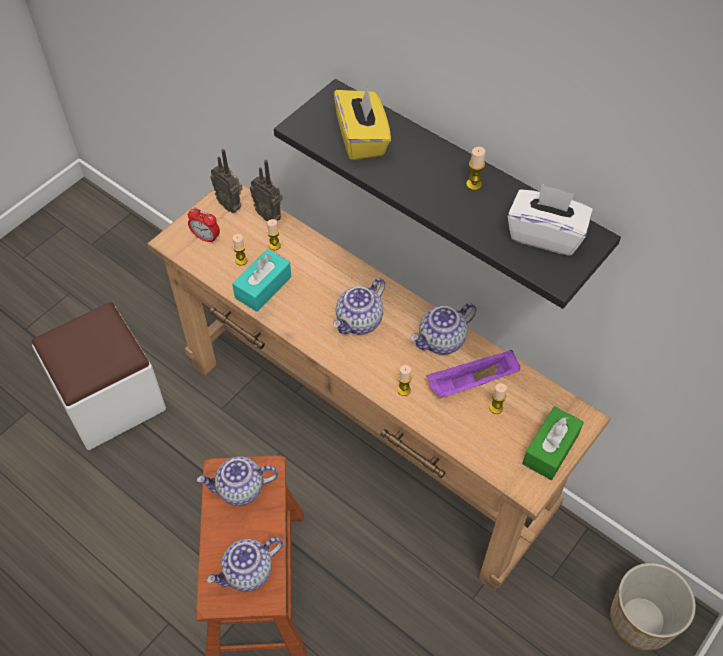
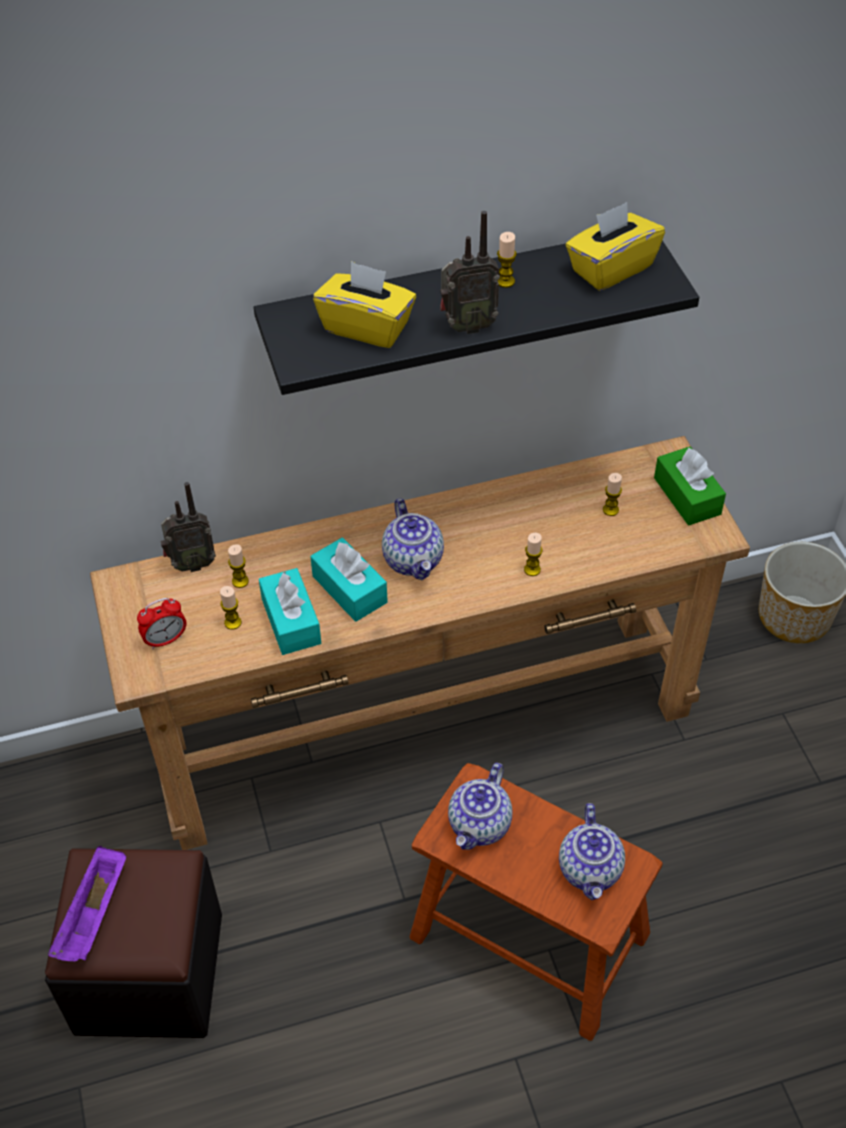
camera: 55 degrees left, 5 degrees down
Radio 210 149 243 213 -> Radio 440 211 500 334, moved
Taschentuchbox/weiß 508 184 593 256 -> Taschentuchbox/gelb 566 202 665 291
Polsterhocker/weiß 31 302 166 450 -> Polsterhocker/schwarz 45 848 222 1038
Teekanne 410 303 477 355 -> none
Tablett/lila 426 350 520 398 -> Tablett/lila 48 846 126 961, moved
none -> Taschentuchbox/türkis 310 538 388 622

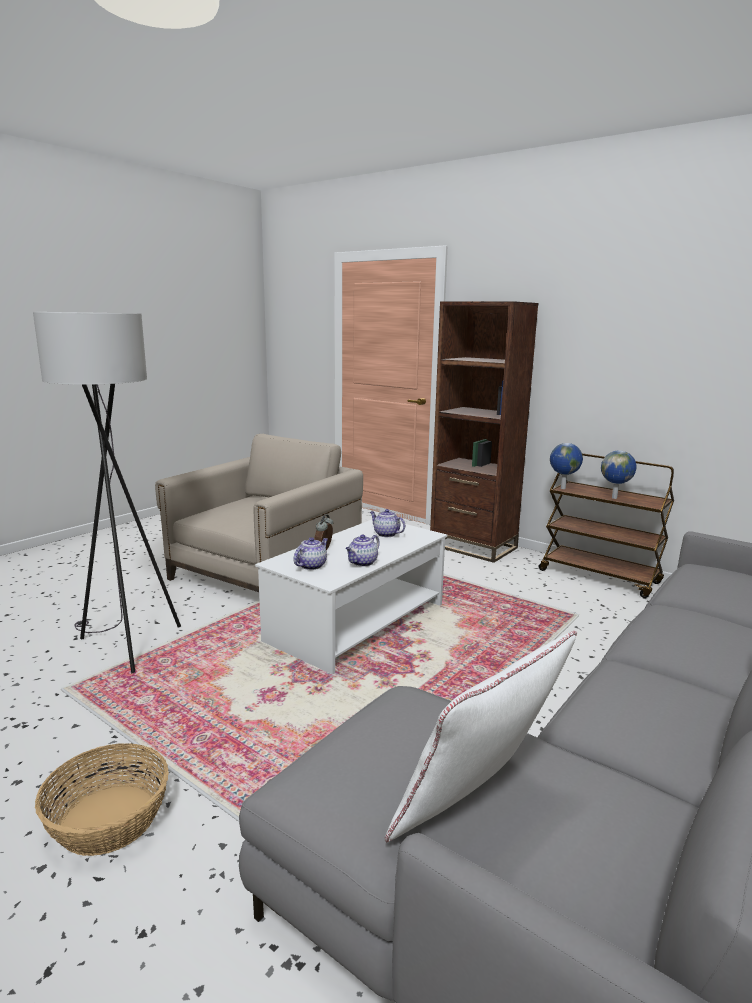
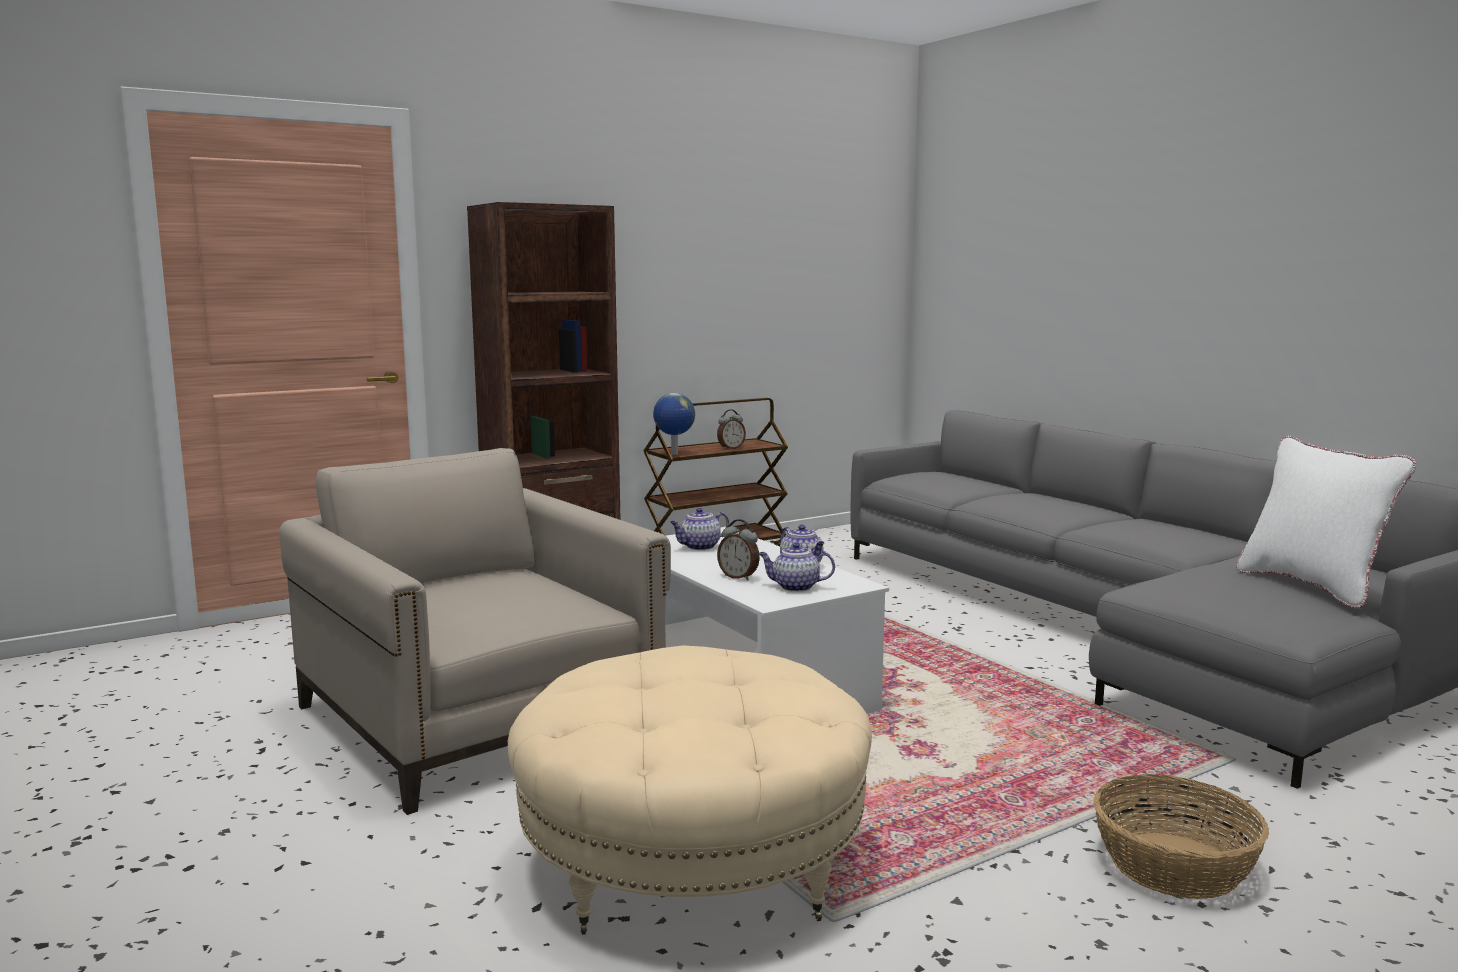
camera: 70 degrees left, 5 degrees down
Stehlampe/grau 33 312 181 673 -> Polsterhocker/beige 508 645 872 935
Globus 601 451 636 499 -> Wecker 717 410 746 450
Teekanne 293 537 328 570 -> Teekanne 758 543 835 592, 45 degrees counterclockwise

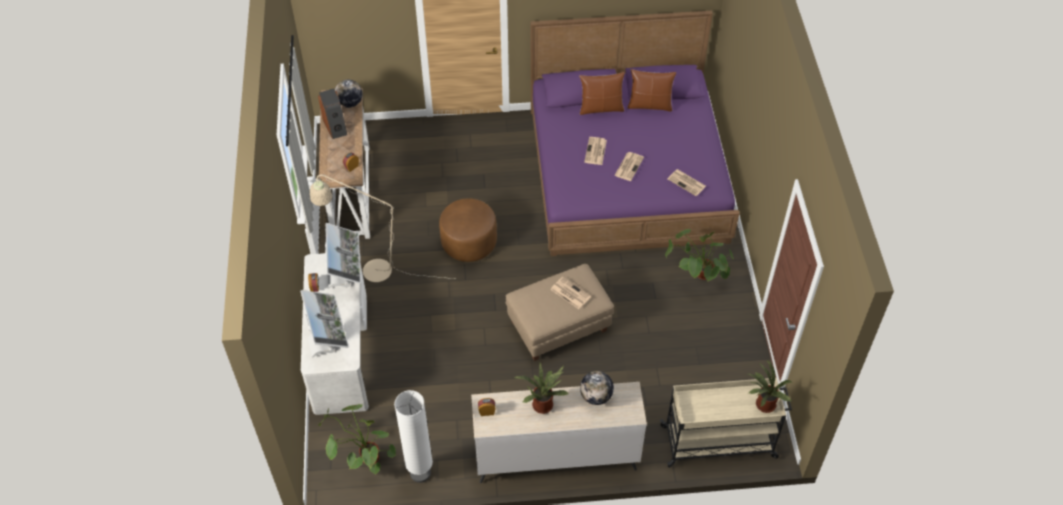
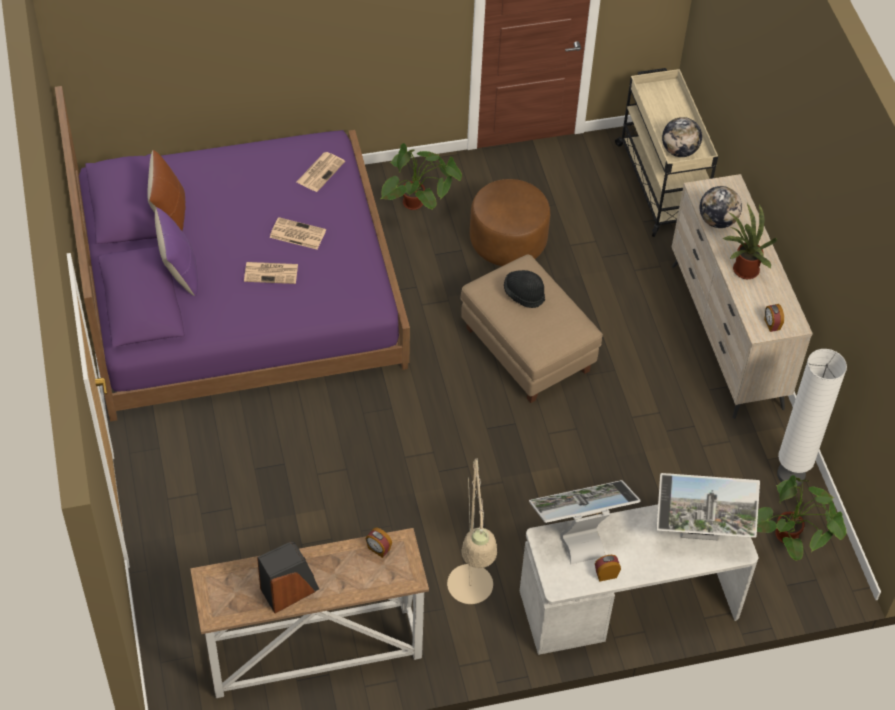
camera: 100 degrees left, 0 degrees up
Kissen/braun 579 72 625 115 -> Kissen/lila 155 207 198 296
Globus 335 80 362 108 -> Globus 662 117 702 157, moved
Polsterhocker/braun 439 198 497 262 -> Polsterhocker/braun 470 179 550 266, moved
Zeitung 550 277 591 309 -> Hut/schwarz 504 270 545 308
Monitor 300 290 349 358 -> Monitor 657 473 760 540, 150 degrees counterclockwise
Topfpflanze 748 360 792 413 -> none

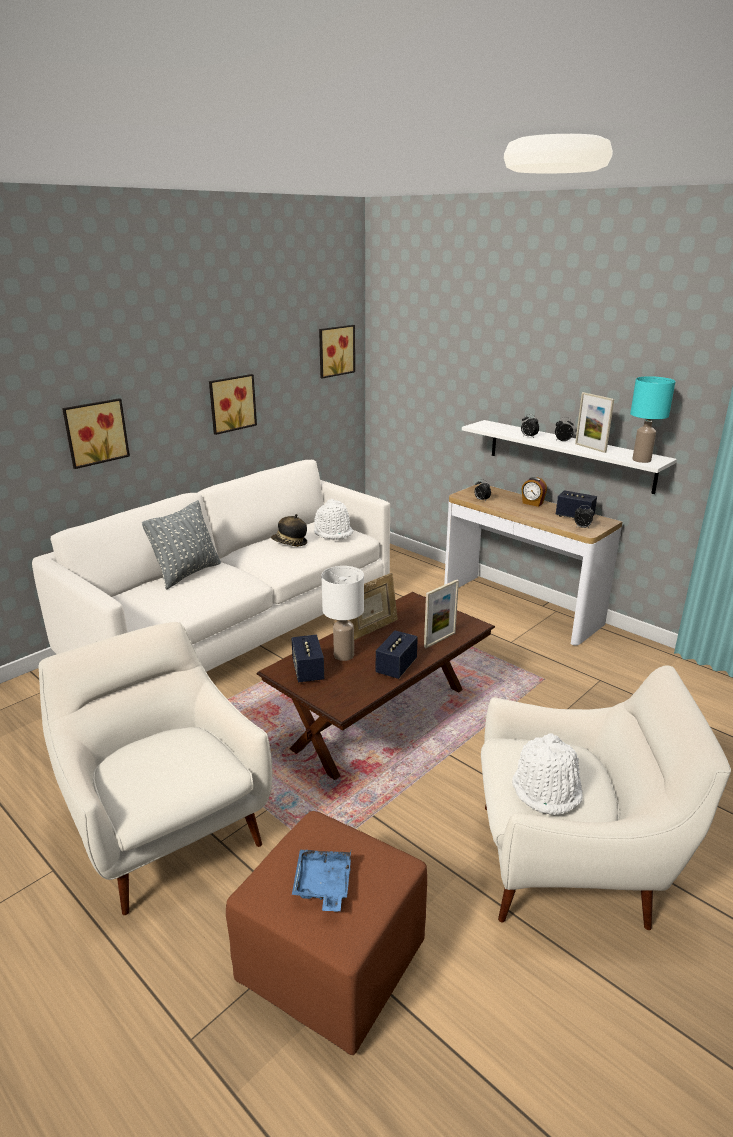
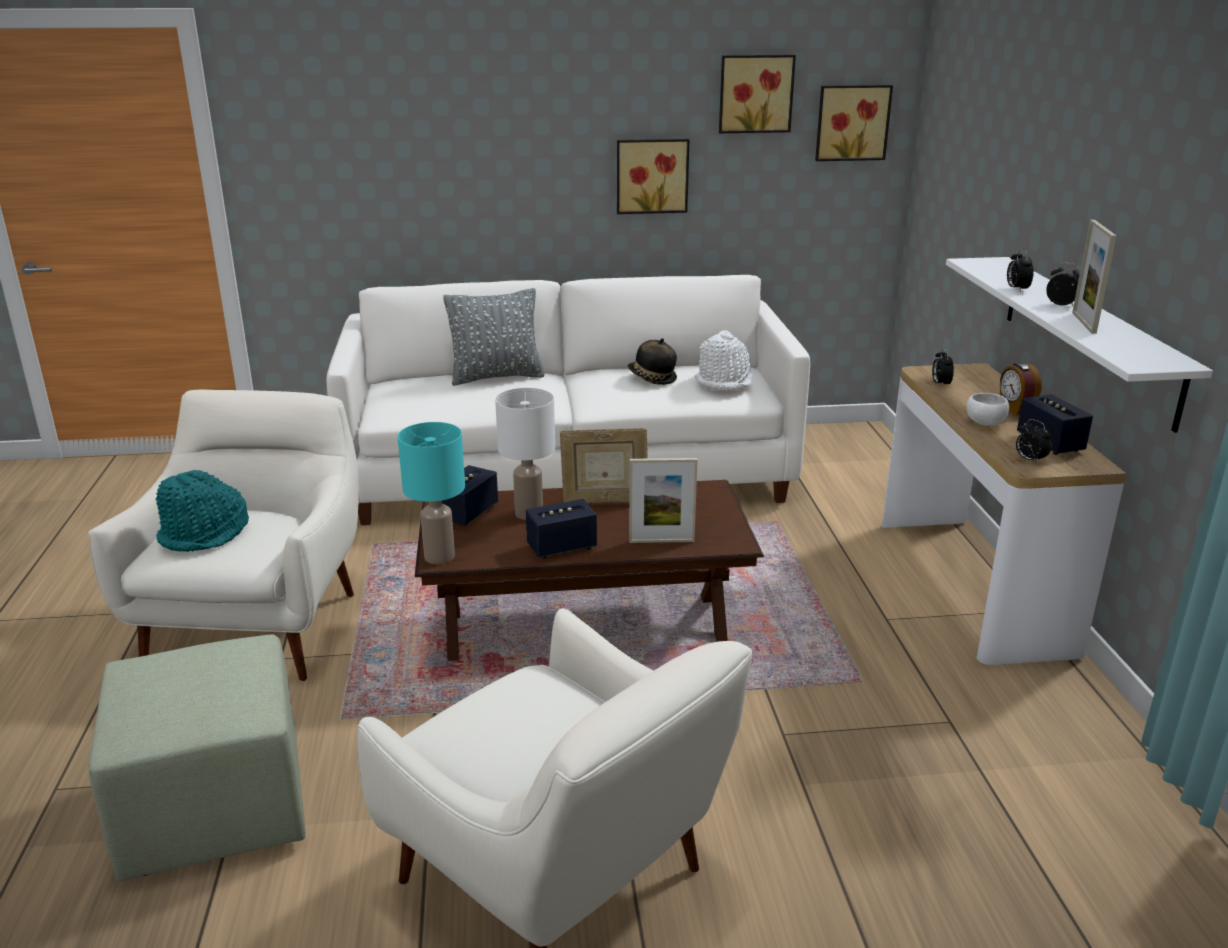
camera: 40 degrees right, 0 degrees up
Tischlampe/türkis 630 376 676 463 -> Tischlampe/türkis 398 422 465 564, moved
Bild 62 398 130 469 -> Bild 719 55 796 133, moved
Hut/weiß 512 733 583 815 -> none
Polsterhocker/braun 226 811 427 1055 -> Polsterhocker/grün 88 634 306 882
Tablett/blau 292 850 351 911 -> none
none -> Schüssel/weiß 966 393 1009 426
none -> Hut/türkis 155 470 249 552

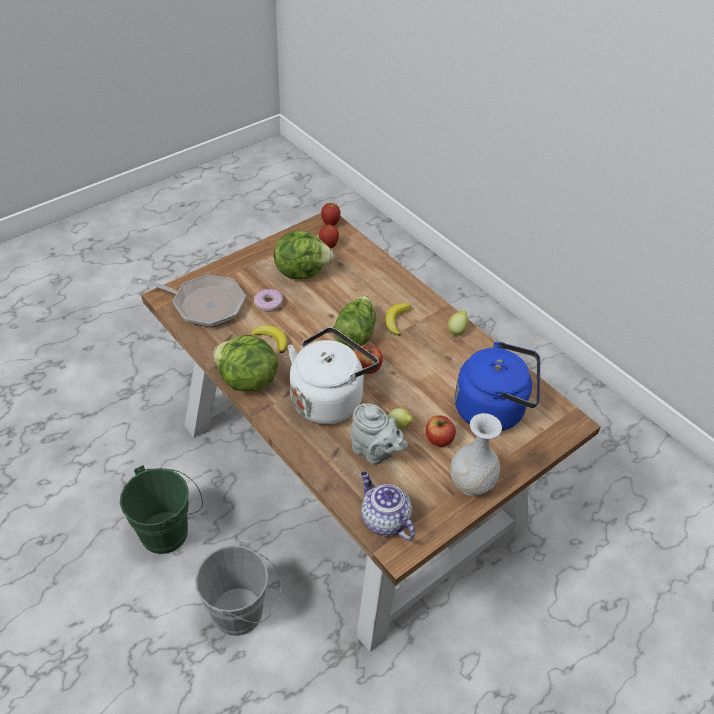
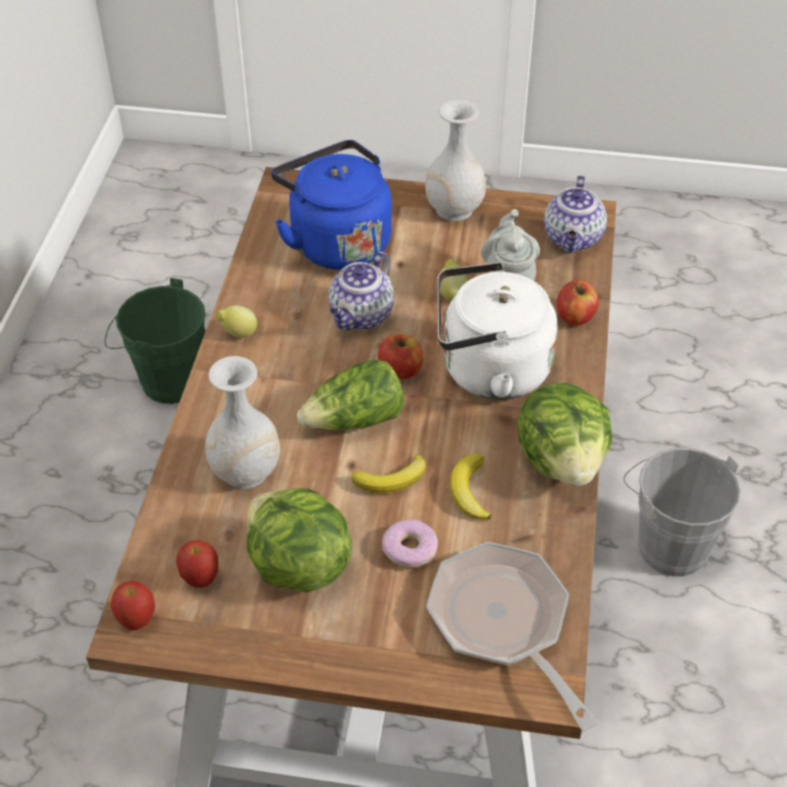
camera: 130 degrees left, 0 degrees up
Banane 385 303 411 336 -> Banane 351 454 426 493, moved
Apfel 426 415 456 447 -> Apfel 557 280 599 326, moved
Eimer/grün 120 465 203 554 -> Eimer/grün 105 278 205 404, moved
none -> Teekanne 328 251 394 330
none -> Vase/weiß 205 356 280 489

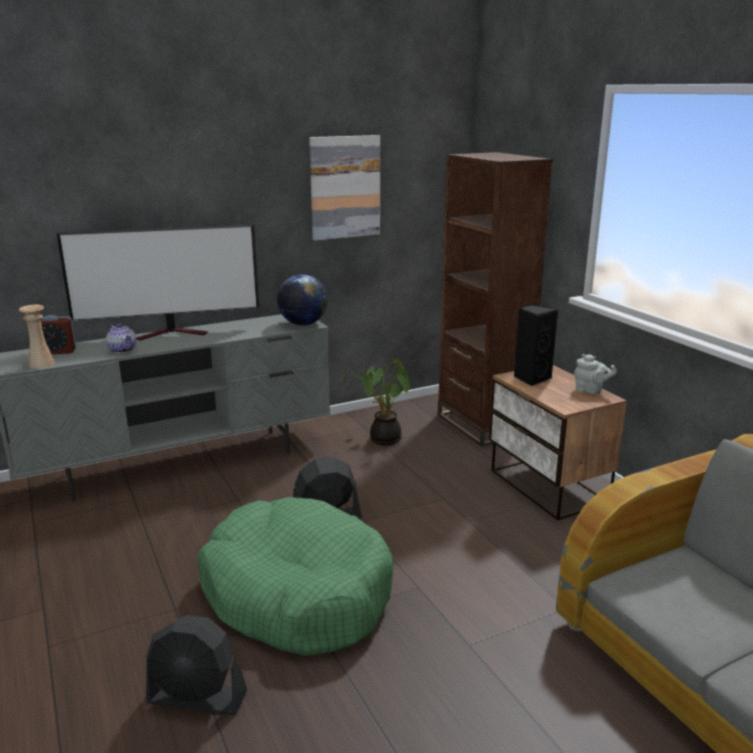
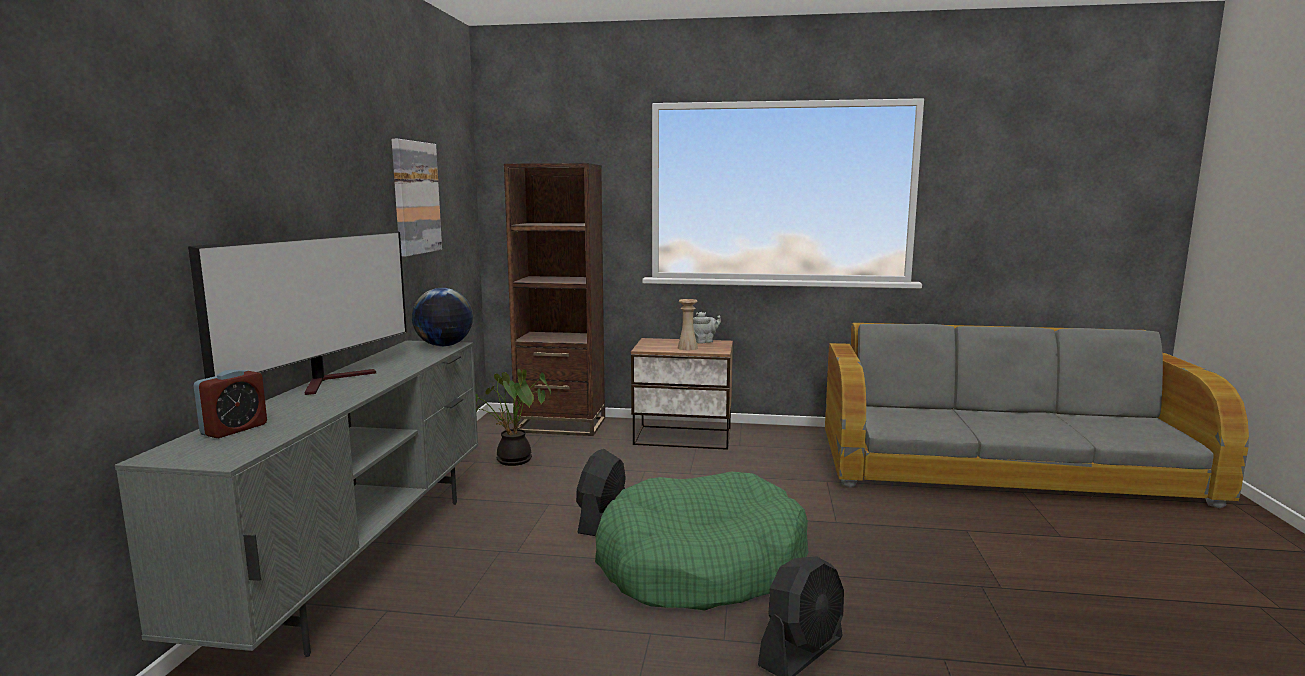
camera: 55 degrees left, 10 degrees down
Lautsprecher/schwarz 514 304 558 386 -> none
Vase/beige 19 305 55 369 -> Vase/beige 677 299 698 350, moved
Teekanne 106 323 137 353 -> none

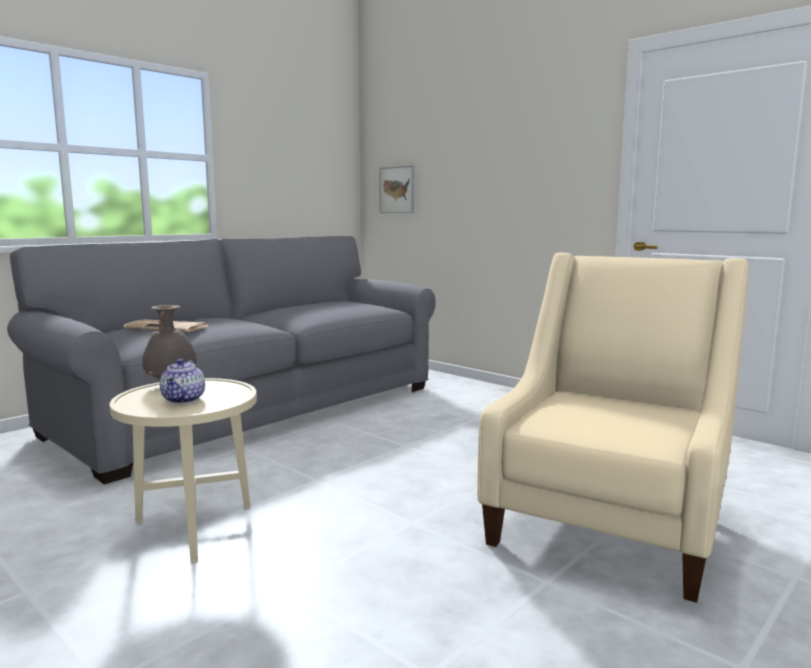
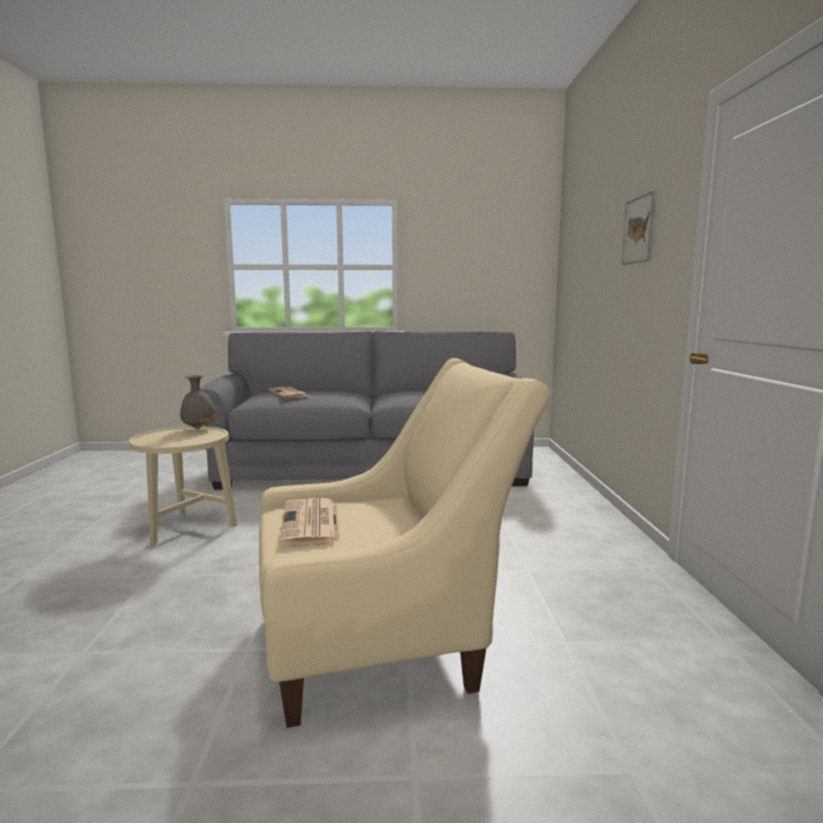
camera: 45 degrees right, 0 degrees up
Bild 379 165 414 213 -> Bild 621 191 656 265, moved
Teekanne 160 359 205 404 -> none
none -> Zeitung 279 498 340 546

